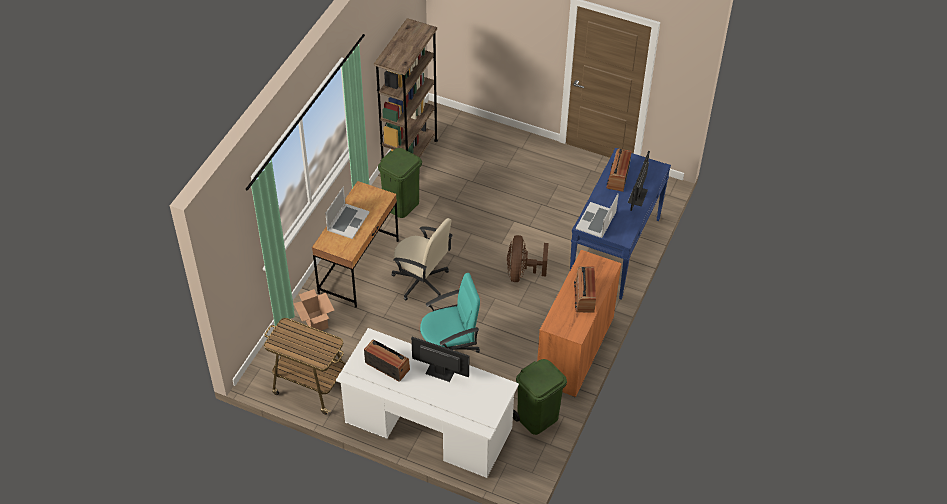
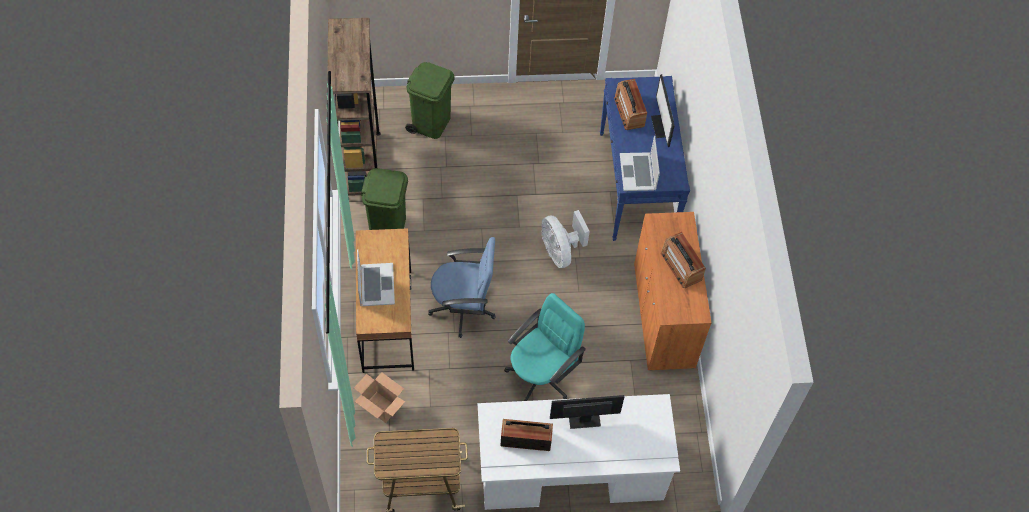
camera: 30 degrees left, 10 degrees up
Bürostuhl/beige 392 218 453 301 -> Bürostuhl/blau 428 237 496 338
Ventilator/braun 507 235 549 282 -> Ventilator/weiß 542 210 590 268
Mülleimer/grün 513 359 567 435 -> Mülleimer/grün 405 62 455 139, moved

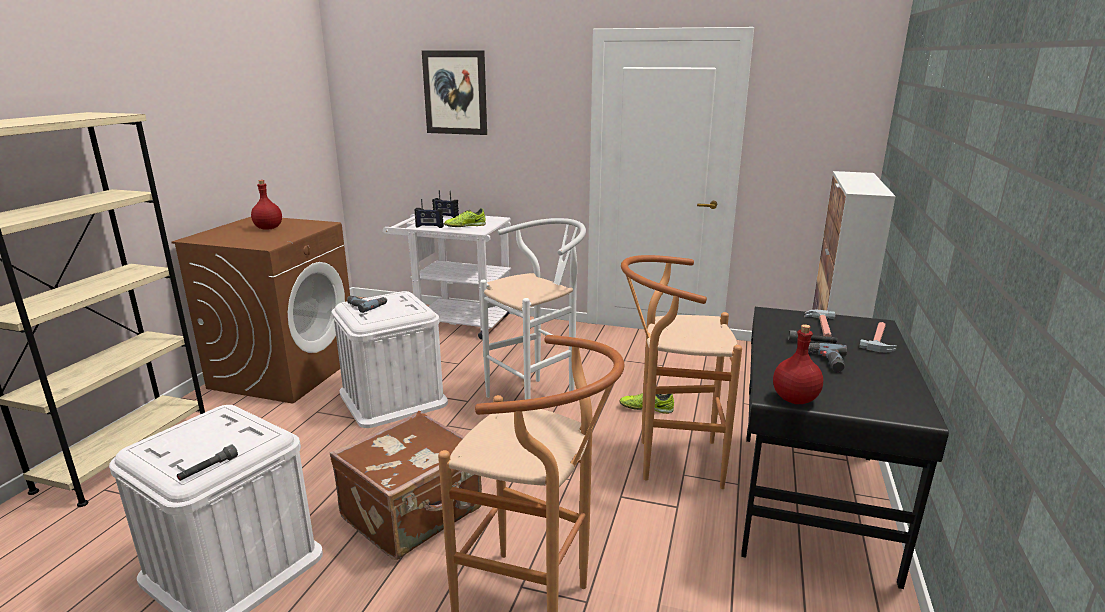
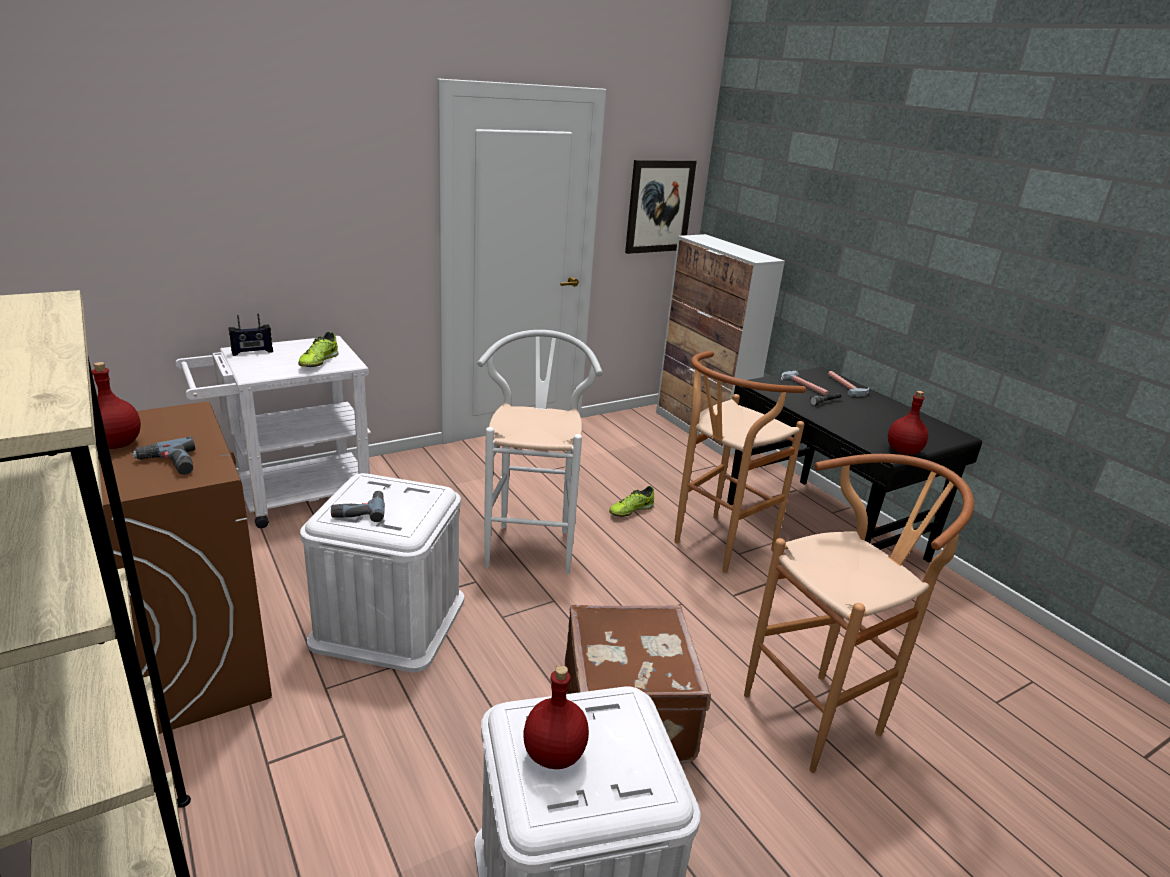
camera: 50 degrees left, 5 degrees up
Bild 422 50 487 135 -> Bild 625 160 697 254, moved
Radio 414 199 444 228 -> none
Bohrmaschine 808 343 847 372 -> Bohrmaschine 132 437 195 475, moved
Taschenlampe/grau 177 445 238 481 -> none
none -> Flasche/rot 523 665 589 769

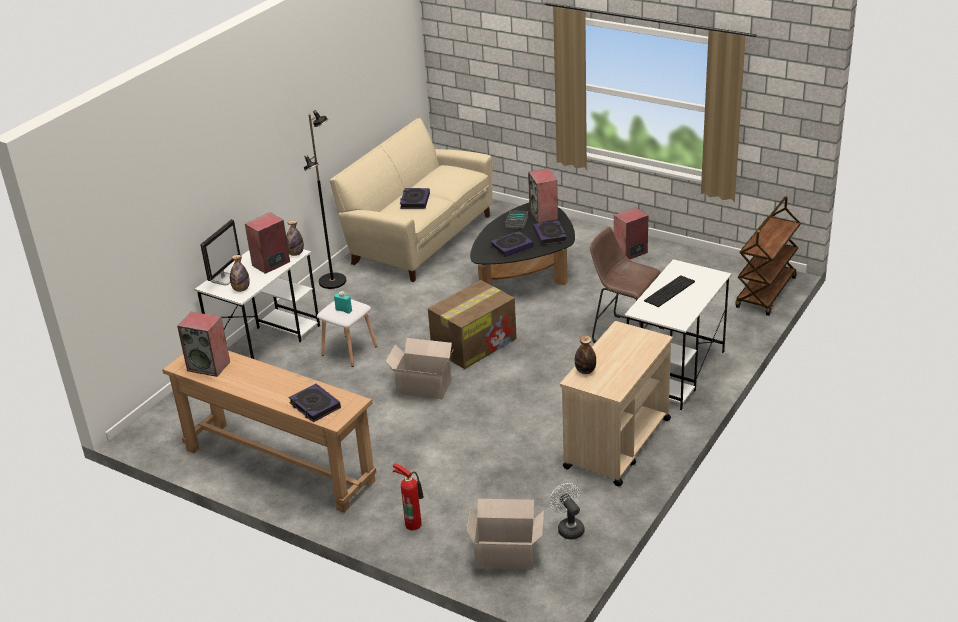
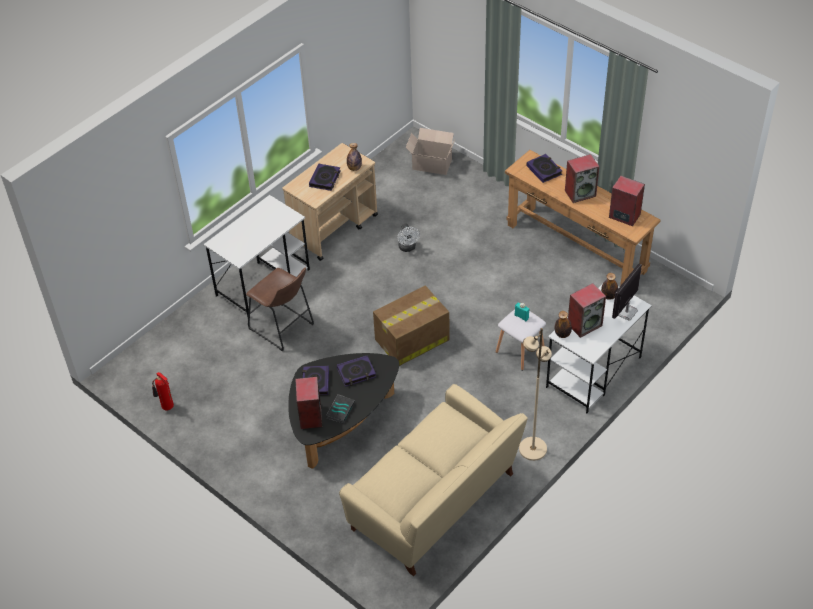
camera: 170 degrees left, 15 degrees up
Stehlampe/schwarz 304 110 346 289 -> Stehlampe/beige 519 328 552 461
Buch 400 188 430 209 -> Buch 309 164 340 191, moved
Rollwagen/braun 735 196 801 316 -> none
Lautsprecher 614 207 648 259 -> Lautsprecher 565 154 599 203, moved
Tastatur 644 275 695 307 -> none
Karton 385 338 453 399 -> none
Feuerlöscher 393 463 424 530 -> Feuerlöscher 152 372 174 410, moved
Ventilator/weiß 549 483 585 539 -> Ventilator/weiß 397 223 420 252, moved

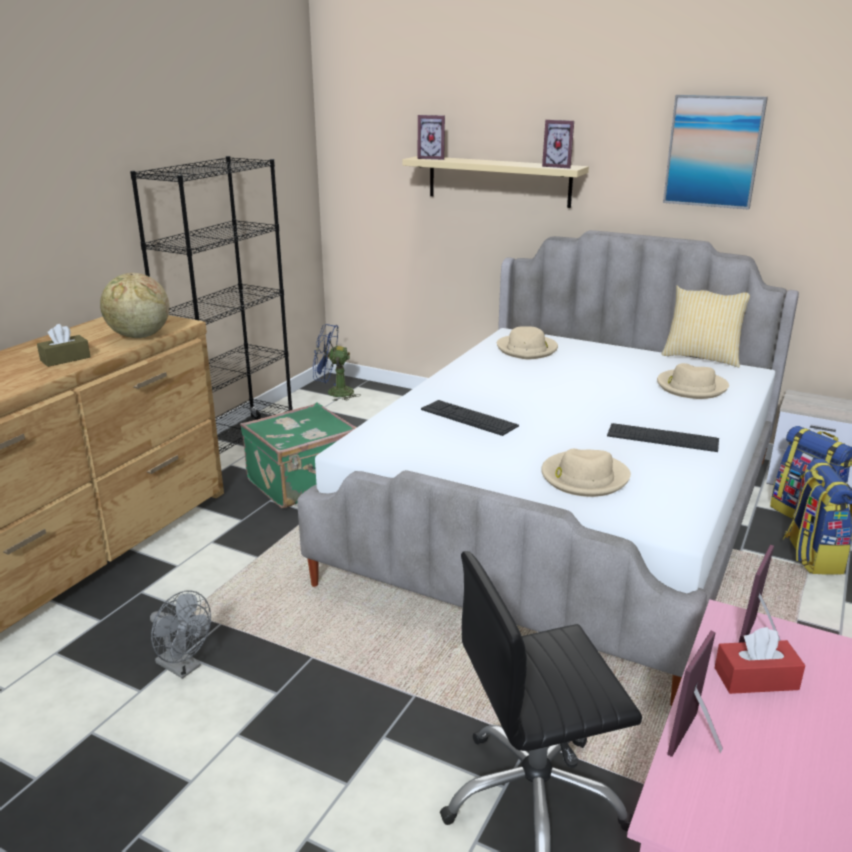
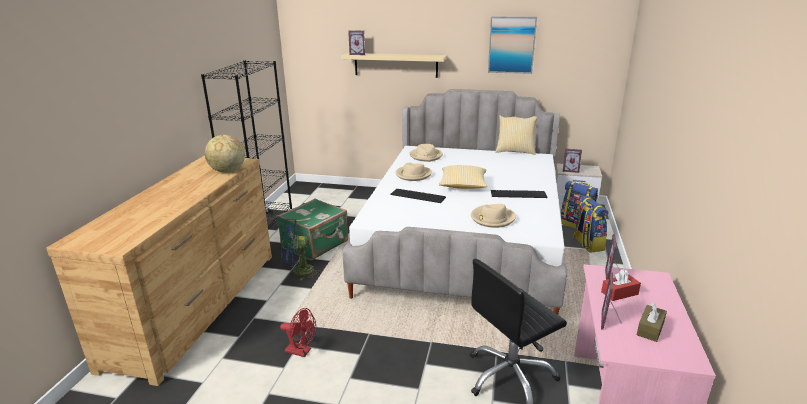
camera: 15 degrees left, 0 degrees up
Bilderrahmen 542 120 574 169 -> Bilderrahmen 563 149 582 173, moved
Taschentuchbox/braun 37 324 90 367 -> Taschentuchbox/braun 637 303 667 342, moved
Ventilator/blau 313 324 360 401 -> Ventilator/blau 281 219 320 281, moved
Hut/beige 657 363 729 399 -> Hut/beige 395 163 432 181, moved
Ventilator/grau 150 590 211 679 -> Ventilator/rot 280 308 316 357
none -> Kissen 439 165 487 189

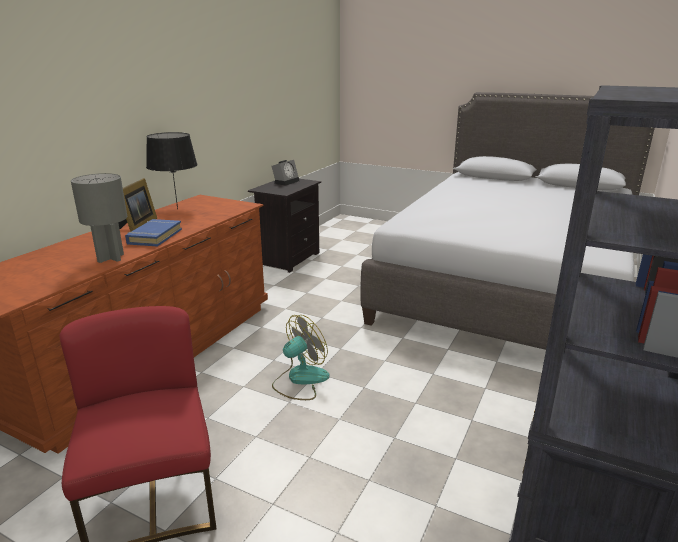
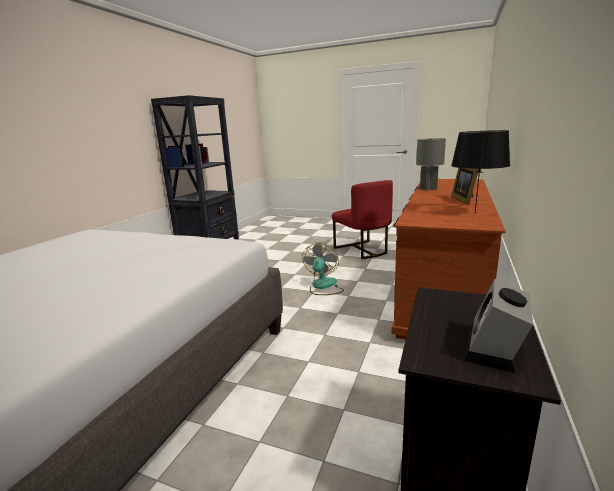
camera: 175 degrees right, 5 degrees down
Buch/blau 125 219 182 247 -> none
Ventilator 272 315 330 400 -> Ventilator 302 243 344 295, 150 degrees clockwise

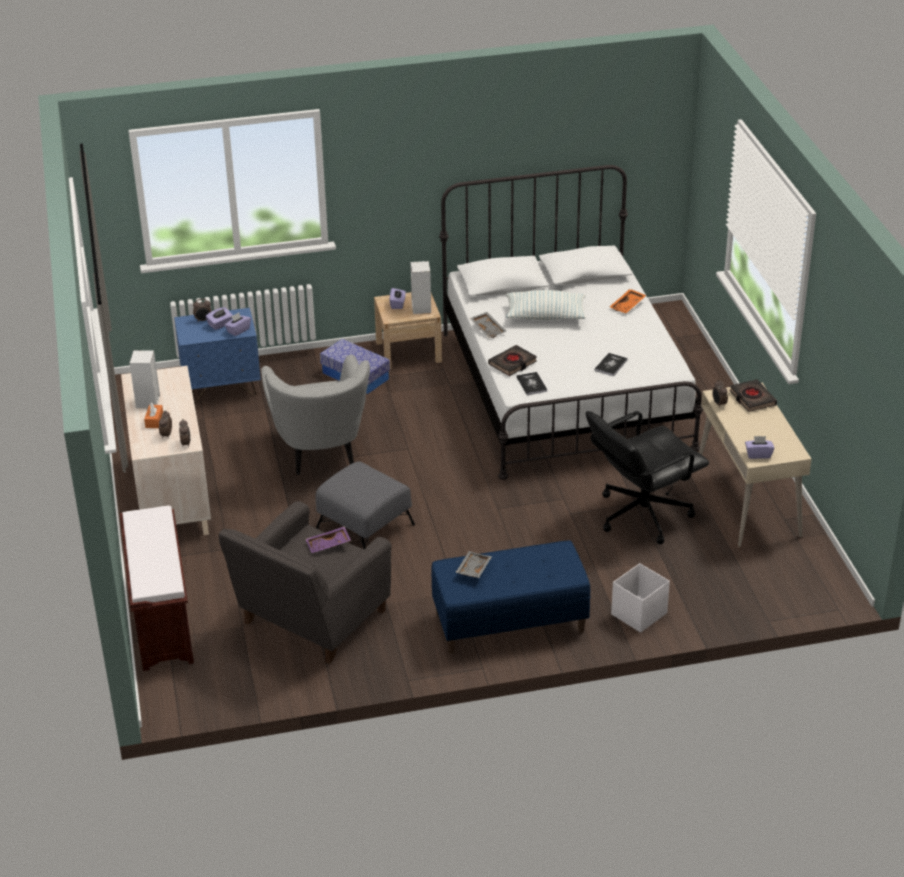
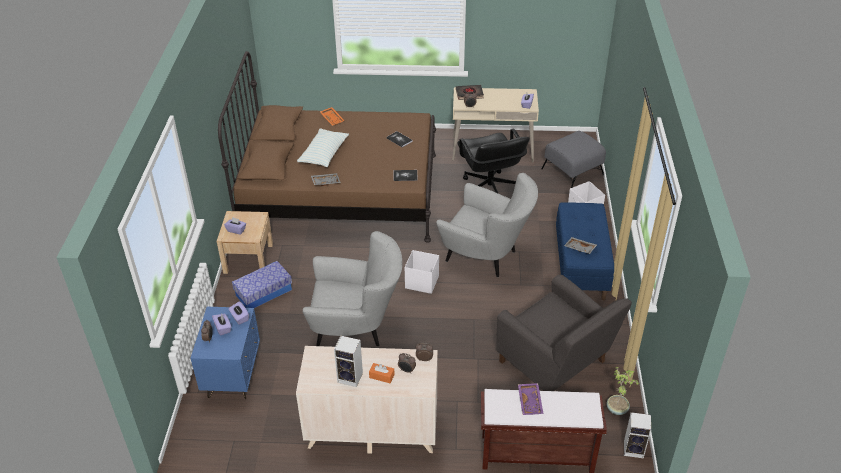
camera: 75 degrees left, 5 degrees up
Bett/weiß 439 165 703 480 -> Bett/braun 218 51 436 243
Lautsprecher 410 261 431 314 -> Lautsprecher 624 412 651 459, moved
Buch/schwarz 488 345 537 376 -> none
Polsterhocker/grau 316 462 415 549 -> Polsterhocker/grau 541 131 606 188, moved
Tablett/lila 306 526 351 553 -> Tablett/lila 518 383 543 415, moved
none -> Sessel/grau 436 173 538 277
none -> Aufbewahrungsbox/weiß 405 250 439 294
none -> Topfpflanze 607 367 639 415

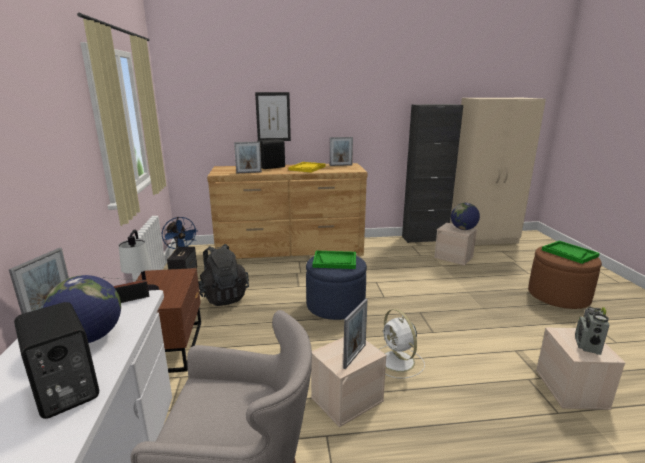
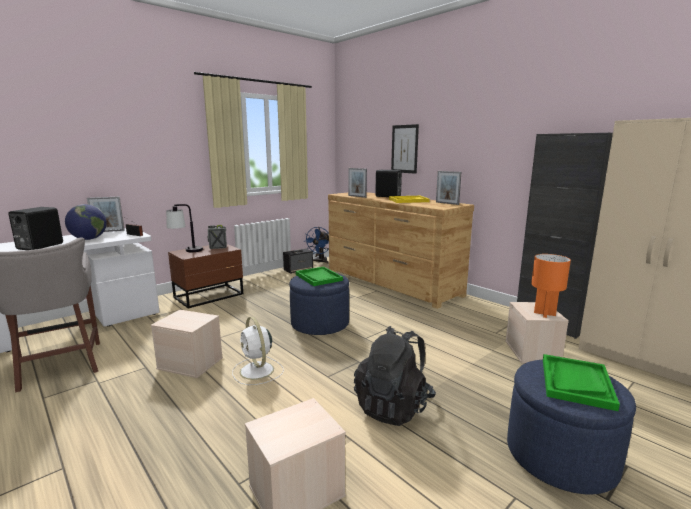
camera: 55 degrees right, 5 degrees down
Globus 451 203 480 230 -> Tischlampe/orange 531 254 571 318
Rucksack/schwarz 198 244 249 306 -> Rucksack/schwarz 354 326 436 426, moved
Polsterhocker/braun 528 246 602 309 -> Polsterhocker/blau 507 360 636 495
Bilderrahmen 343 299 368 369 -> none
Radio 575 307 609 355 -> Radio 207 225 227 249, moved
Ventilator/weiß 379 309 425 379 -> Ventilator/weiß 232 317 284 385, 60 degrees counterclockwise

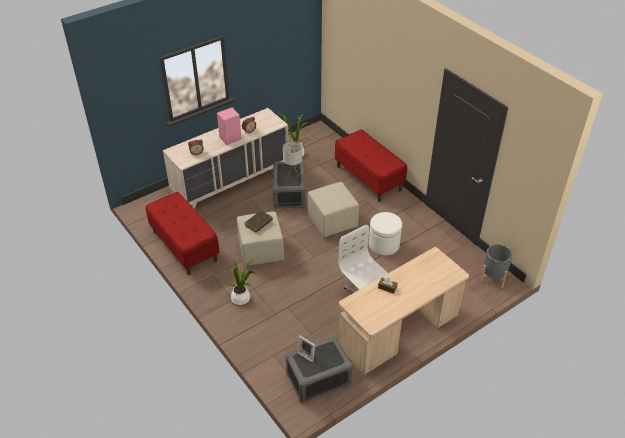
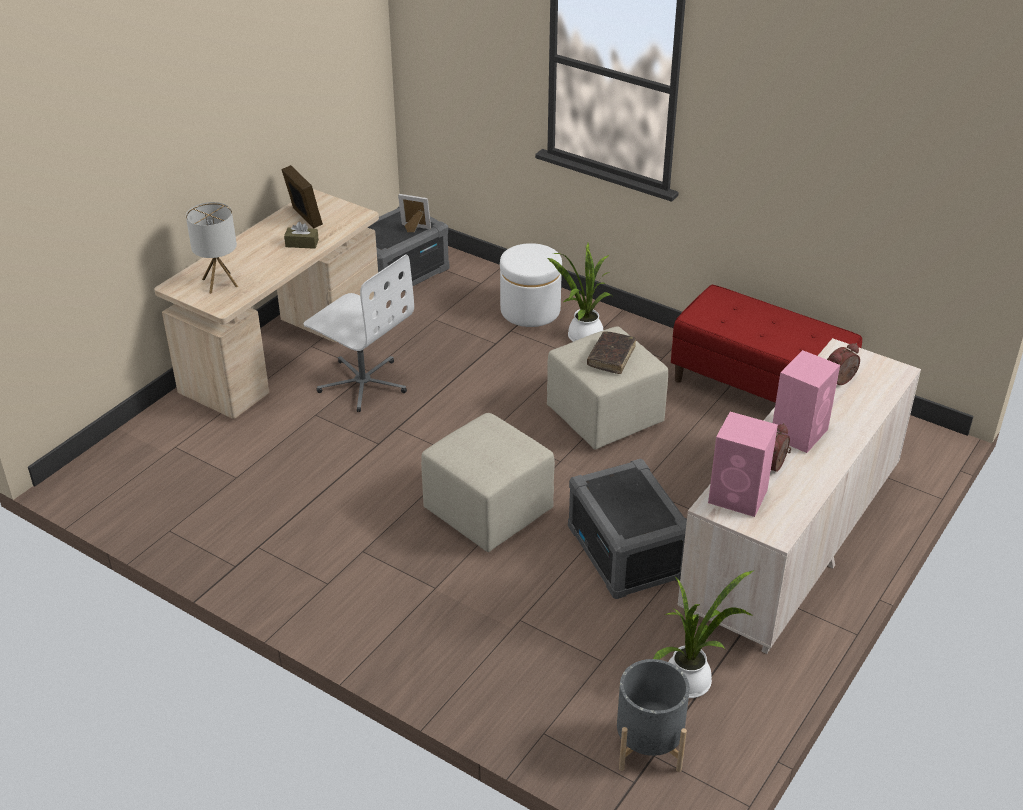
camera: 160 degrees right, 5 degrees down
Bank/rot 335 130 407 202 -> none
Tischlampe 283 141 302 178 -> Tischlampe 186 202 238 294, moved
Polsterhocker/weiß 369 212 402 256 -> Polsterhocker/weiß 500 243 562 327, moved
Pflanzkübel/grau 480 244 513 288 -> Pflanzkübel/grau 617 659 690 772, moved
none -> Bilderrahmen 282 165 323 228
none -> Lautsprecher/rosa 708 412 778 517

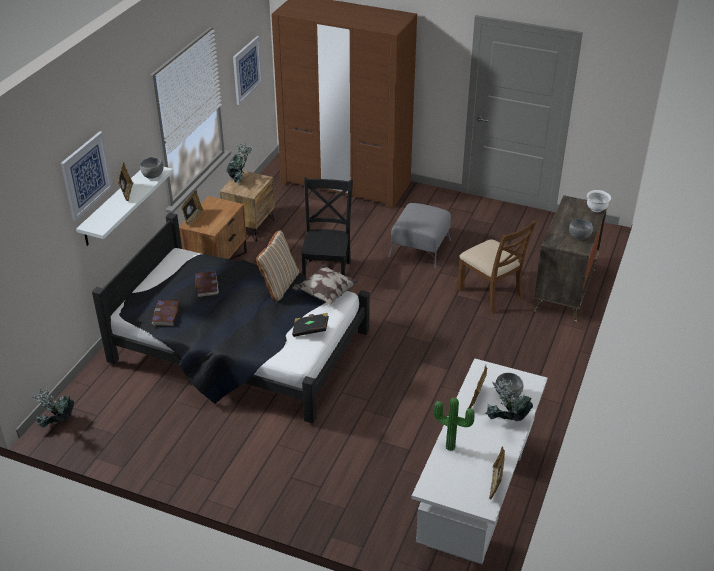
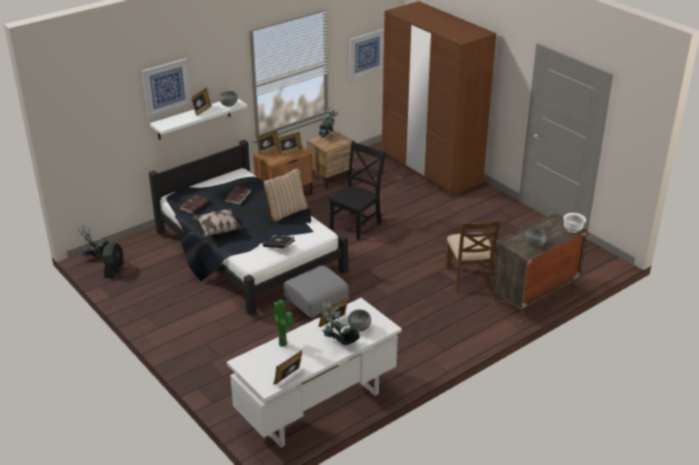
camera: 30 degrees right, 5 degrees down
Polsterhocker/grau 388 203 451 268 -> Polsterhocker/grau 284 265 349 320, moved
Kissen 292 265 359 306 -> Kissen 193 209 243 236, moved
none -> Bilderrahmen 278 132 302 156
none -> Ventilator/schwarz 102 242 124 279

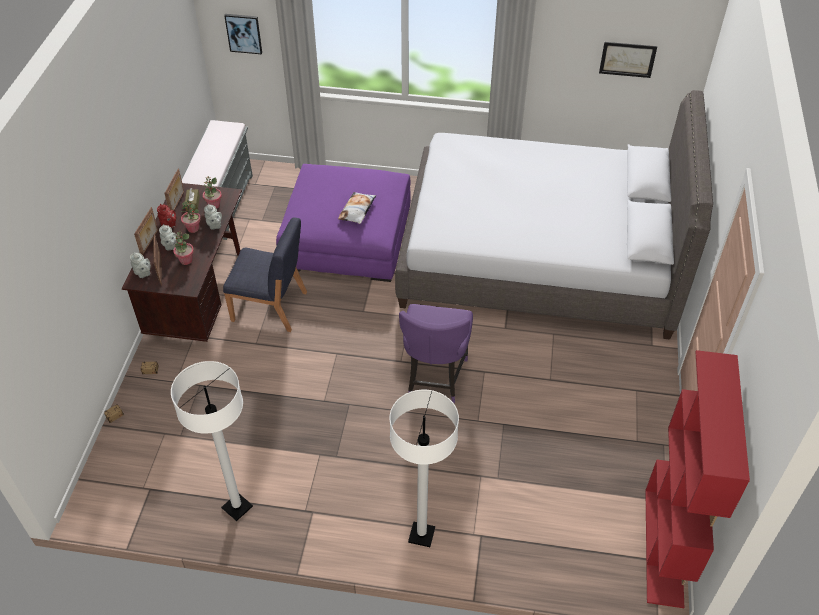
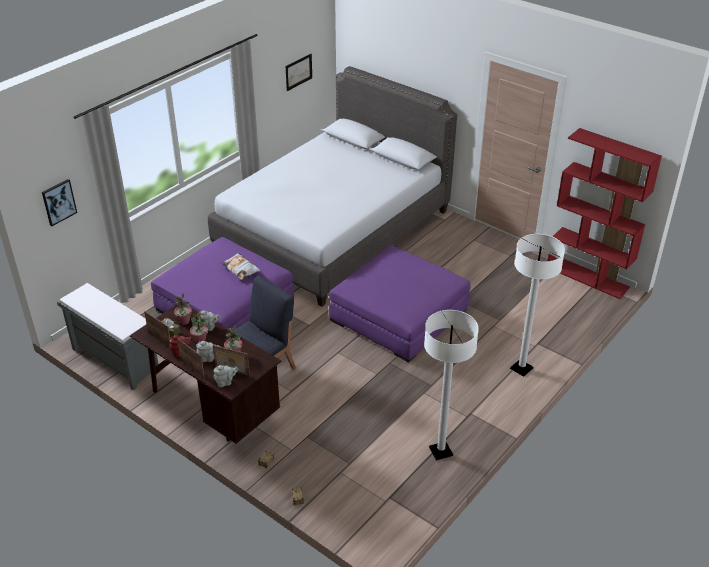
camera: 60 degrees left, 10 degrees down
Stuhl/lila 399 304 473 403 -> Polsterhocker/lila 329 245 471 362

